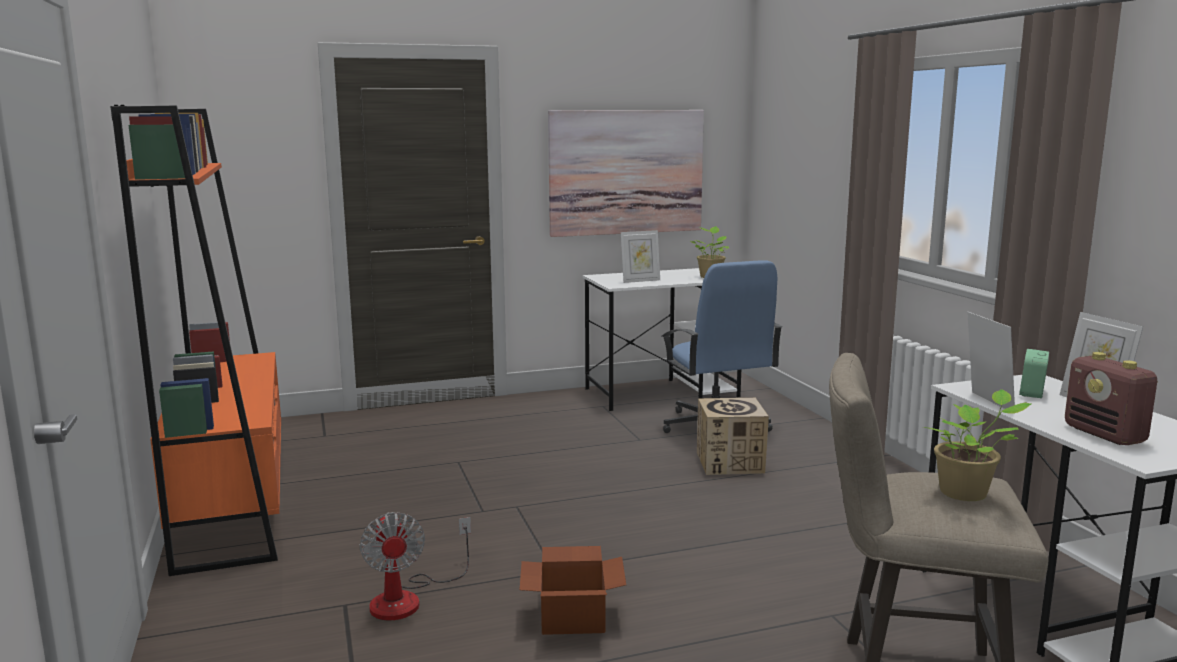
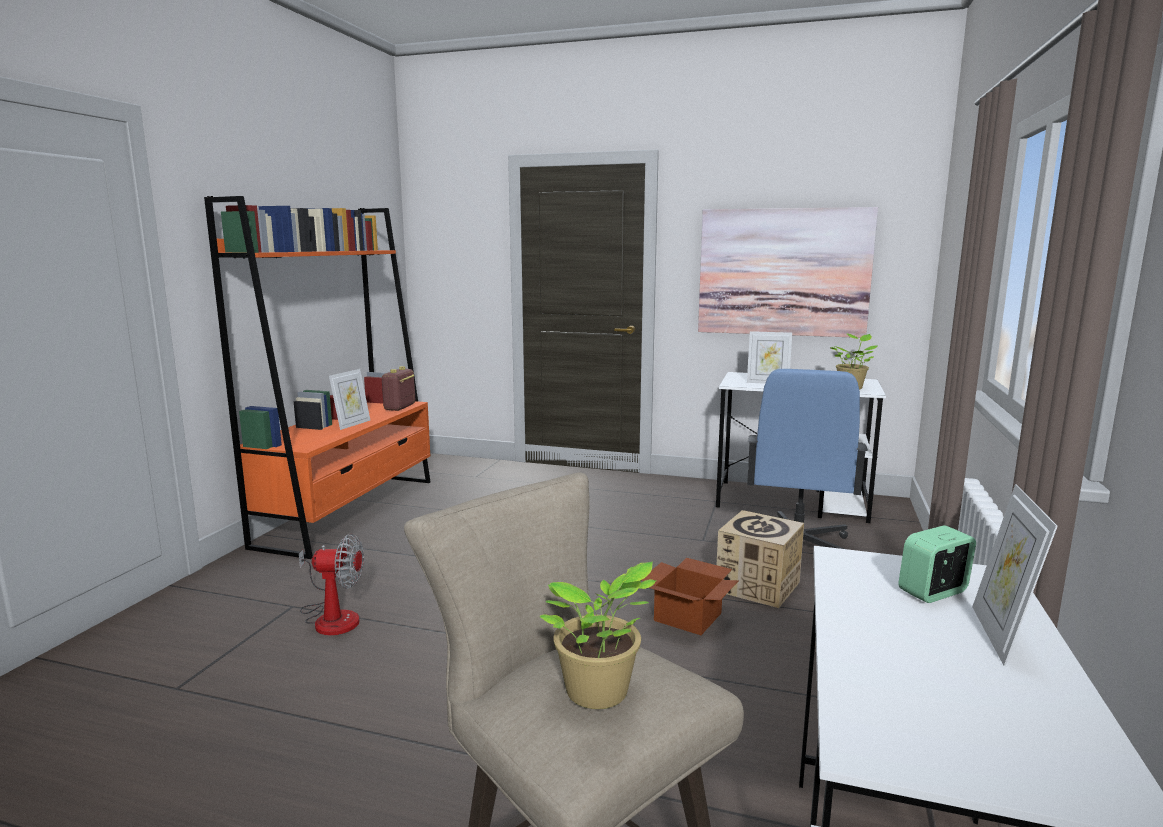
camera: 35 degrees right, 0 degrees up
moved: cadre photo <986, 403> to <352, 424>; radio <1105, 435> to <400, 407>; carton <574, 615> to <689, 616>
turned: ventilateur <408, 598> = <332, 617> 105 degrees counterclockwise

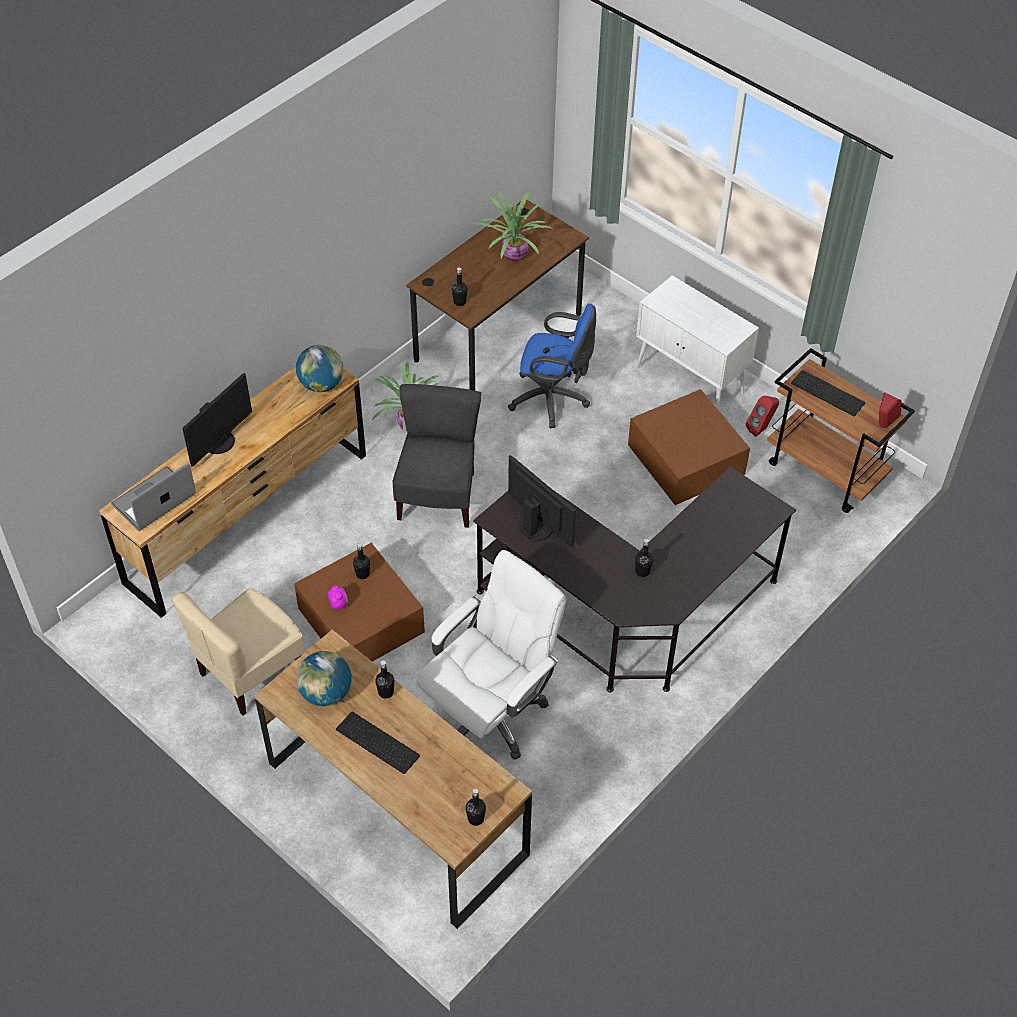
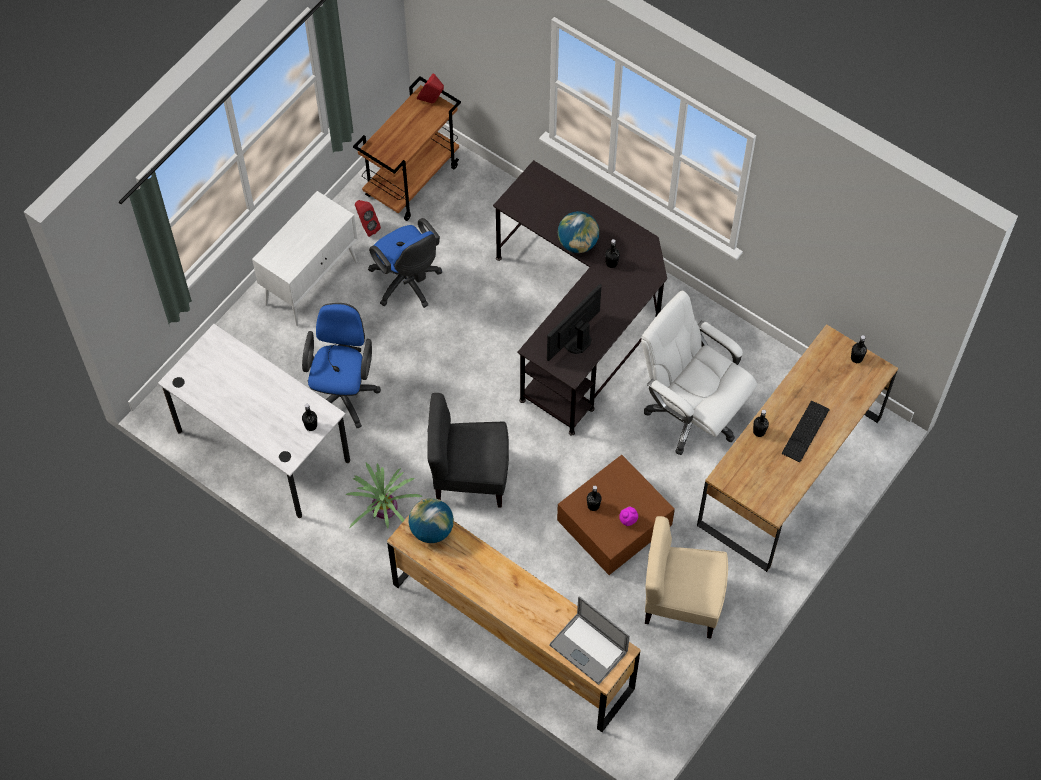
camera: 95 degrees left, 10 degrees up
removed: plante en pot <513, 255>; clavier <829, 392>; écran d'ordinateur <220, 442>
moved: globe <326, 693> to <578, 243>
replaced: boîte de rangement [marron] <686, 459> to chaise de bureau [bleu] <407, 283>
recoloured: bureau [marron] <498, 337> to bureau [blanc] <263, 446>
turned: chaise [beige] <251, 673> = <681, 602> 150 degrees clockwise

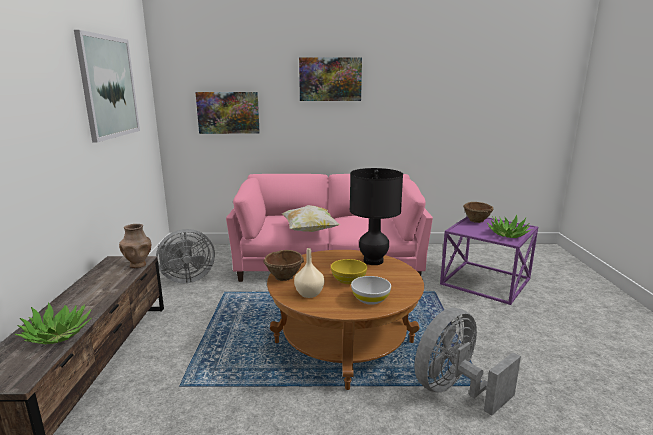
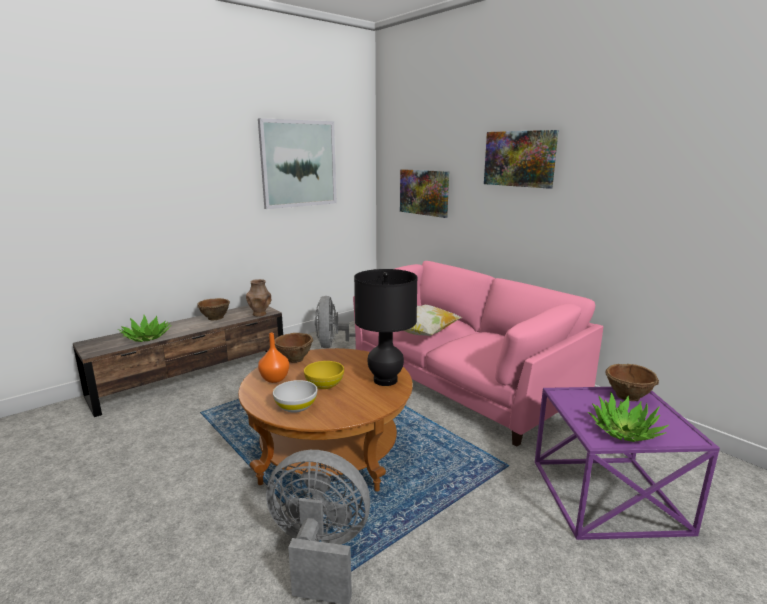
camera: 50 degrees right, 0 degrees up
added: bol [marron] <215, 318>
recoloured: vase [beige] <309, 294> to vase [orange] <274, 379>
turned: ventilateur [gris] <186, 279> = <334, 345> 60 degrees clockwise

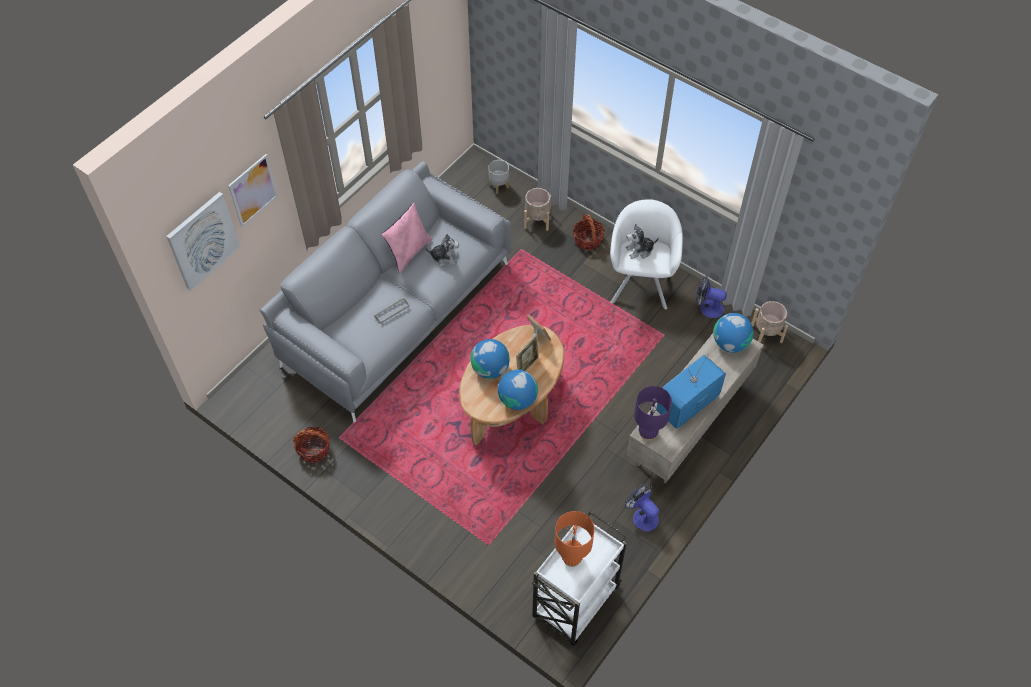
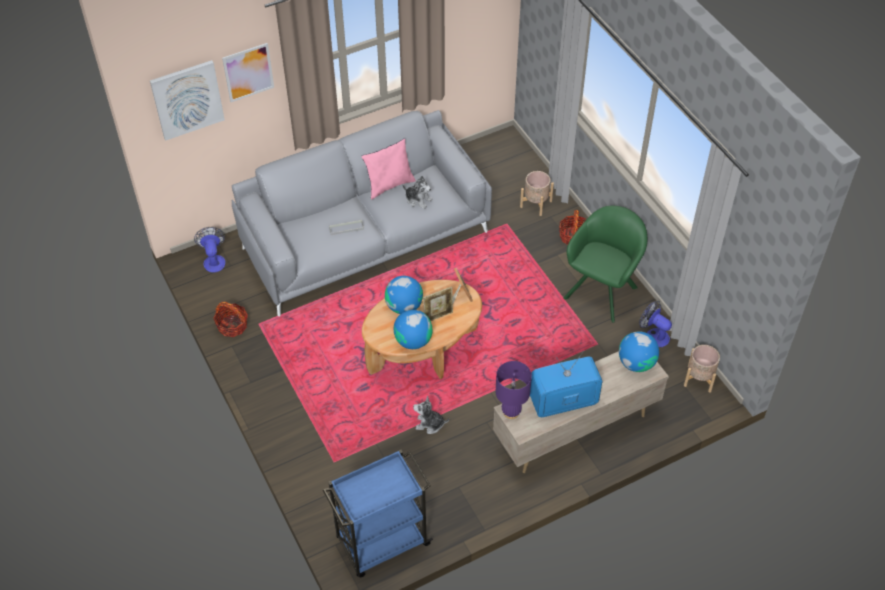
camera: 25 degrees right, 5 degrees down
removed: cache-pot [gris] <499, 186>; lampe de table [orange] <571, 558>
moved: peluche <640, 250> to <429, 424>; ventilateur <642, 515> to <214, 260>
recoloured: fauteuil [blanc] <641, 281> to fauteuil [vert] <602, 290>; chariot [blanc] <575, 603> to chariot [bleu] <381, 542>

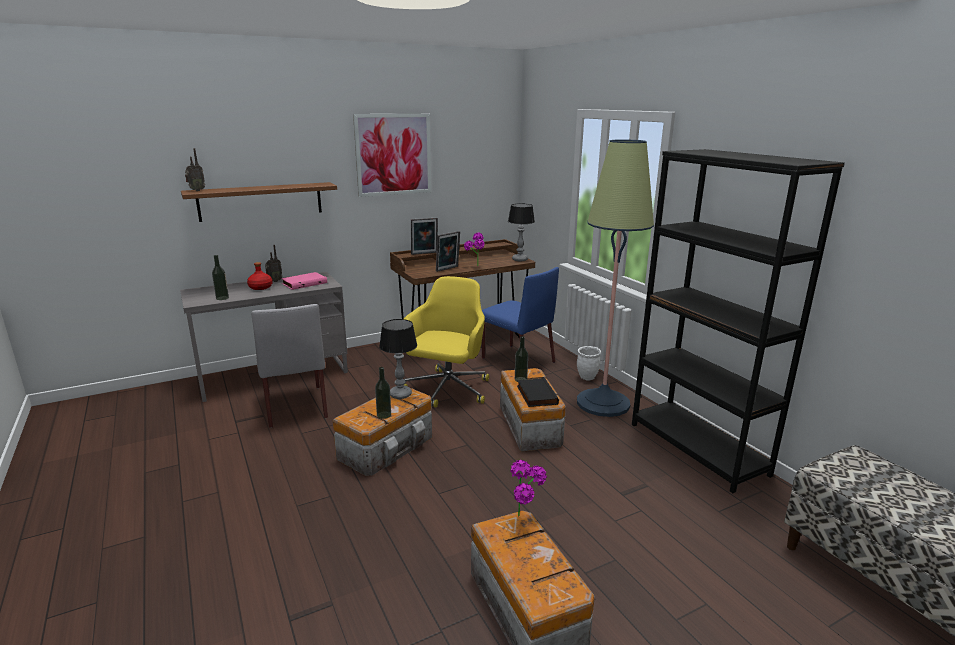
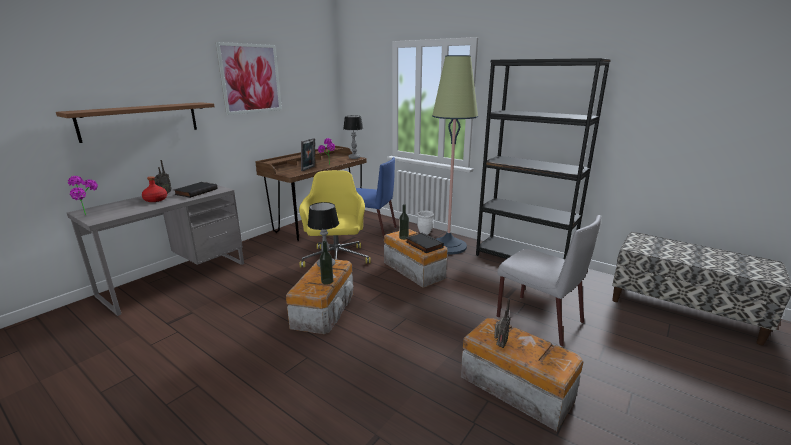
camera: 25 degrees left, 0 degrees up
removed: cadre photo <424, 253>; bouteille <222, 298>
moved: radio <196, 190> to <499, 345>; chaise [gris] <295, 405> to <537, 319>; plante en pot <526, 518> to <90, 214>
recoloured: livre [rose] <304, 283> to livre [noir] <196, 191>

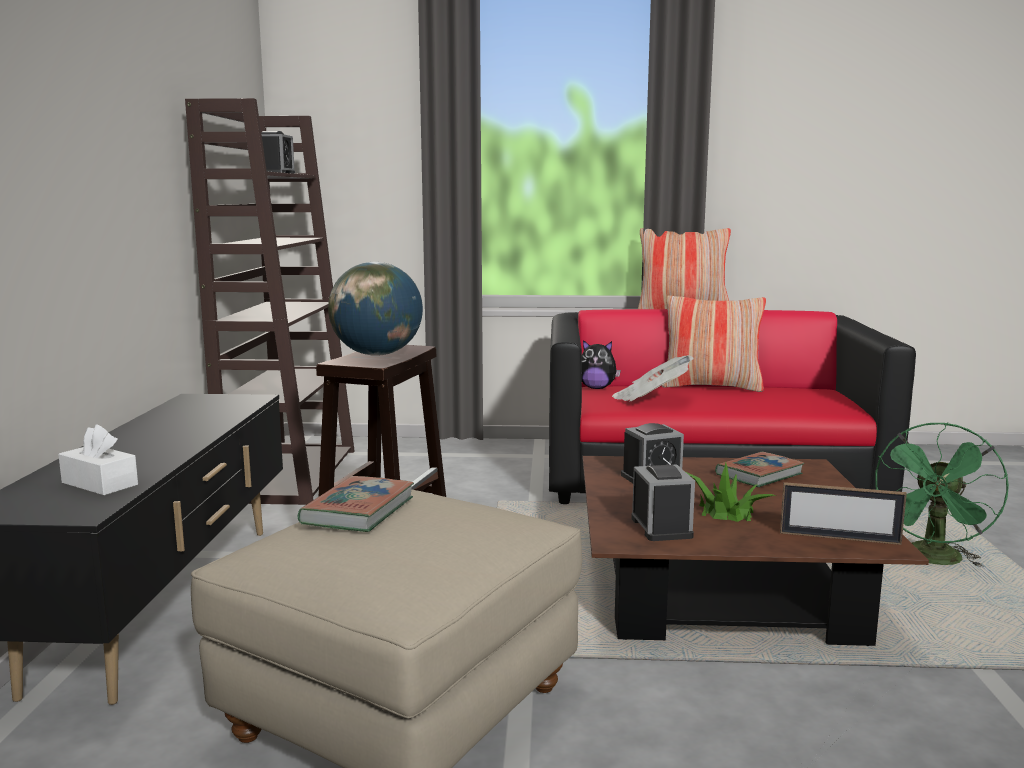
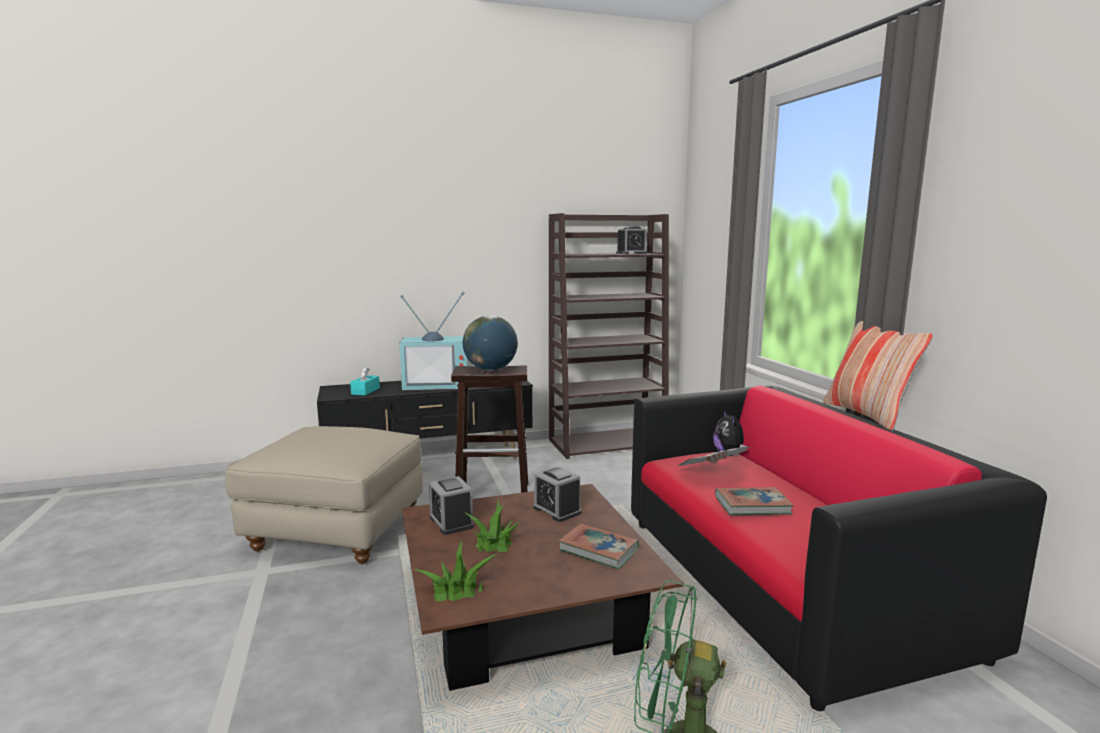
camera: 70 degrees right, 0 degrees up
removed: coussin <711, 386>
added: téléviseur <437, 384>
moved: livre <358, 511> to <752, 505>
replaced: cadre photo <839, 538> to plante en pot <456, 588>
recoloured: boîte à mouchoirs [blanc] <100, 484> to boîte à mouchoirs [turquoise] <365, 391>
turned: réveil <661, 527> = <451, 522> 90 degrees clockwise

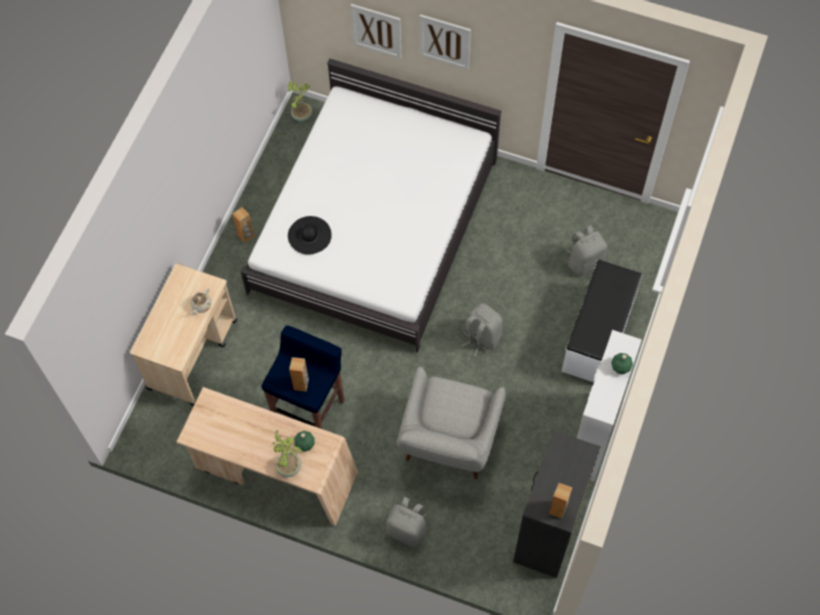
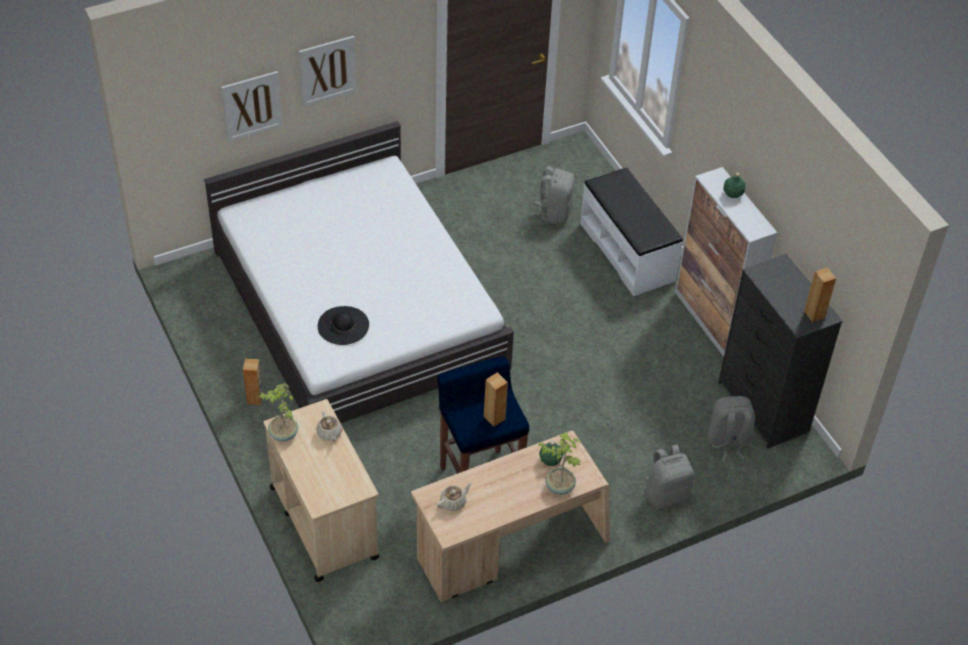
camera: 50 degrees left, 15 degrees down
removed: fauteuil [gris] <448, 443>
added: théière [beige] <453, 502>
moved: plante en pot <301, 115> to <283, 434>; sac à dos [gris] <481, 337> to <728, 441>

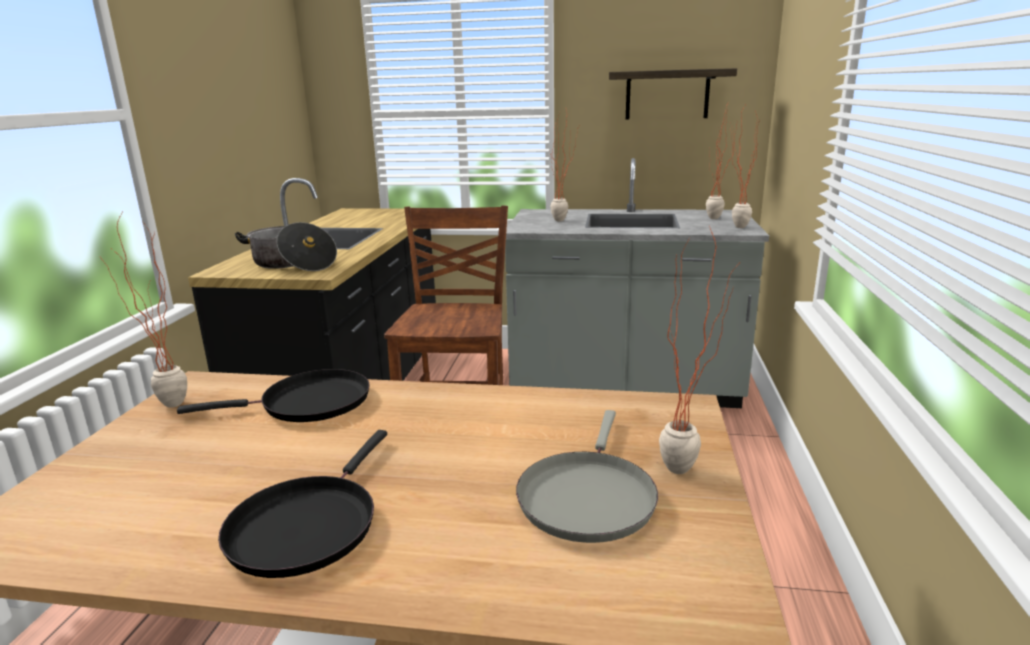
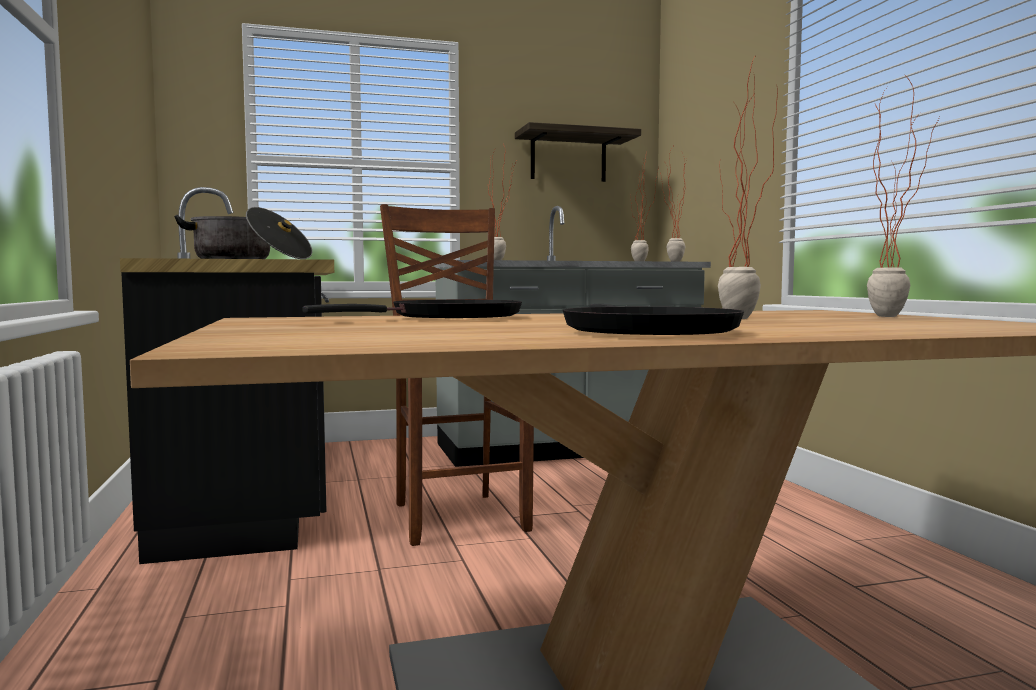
camera: 25 degrees left, 15 degrees down
removed: poêle [gris] <587, 496>
moved: plante en pot <165, 409> to <741, 319>

